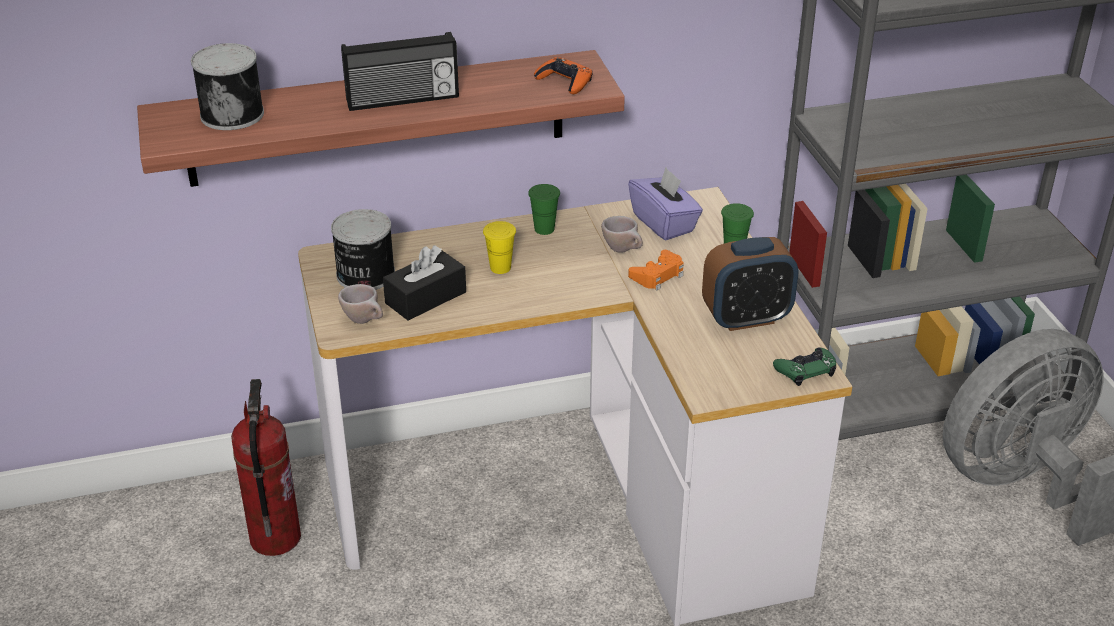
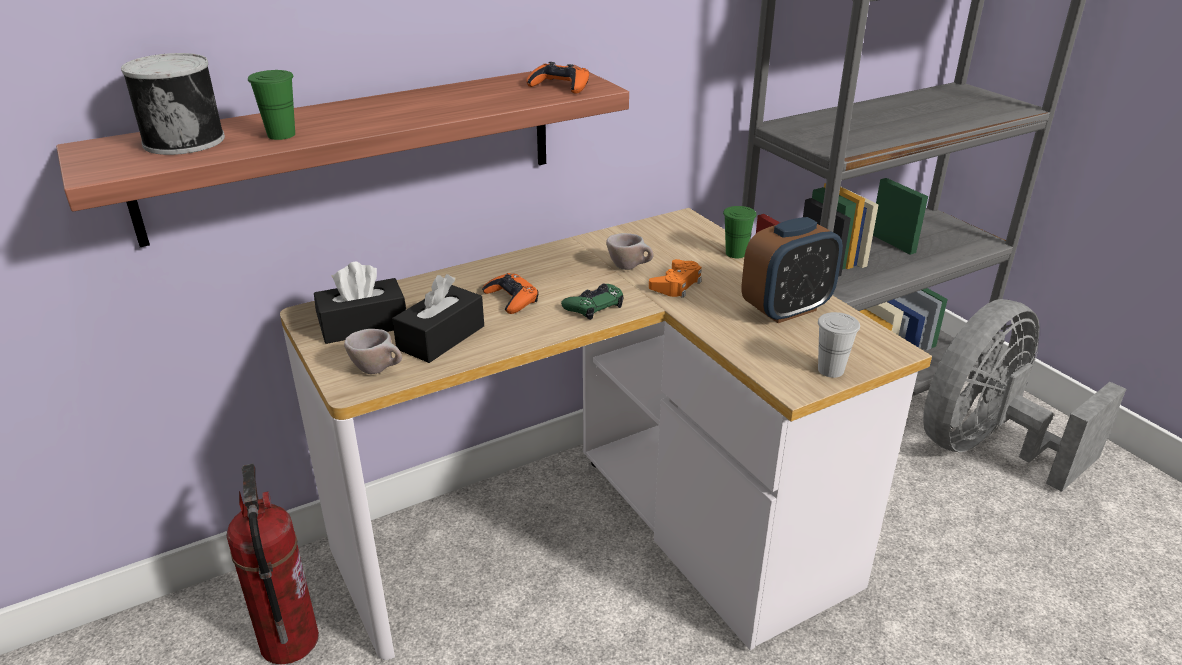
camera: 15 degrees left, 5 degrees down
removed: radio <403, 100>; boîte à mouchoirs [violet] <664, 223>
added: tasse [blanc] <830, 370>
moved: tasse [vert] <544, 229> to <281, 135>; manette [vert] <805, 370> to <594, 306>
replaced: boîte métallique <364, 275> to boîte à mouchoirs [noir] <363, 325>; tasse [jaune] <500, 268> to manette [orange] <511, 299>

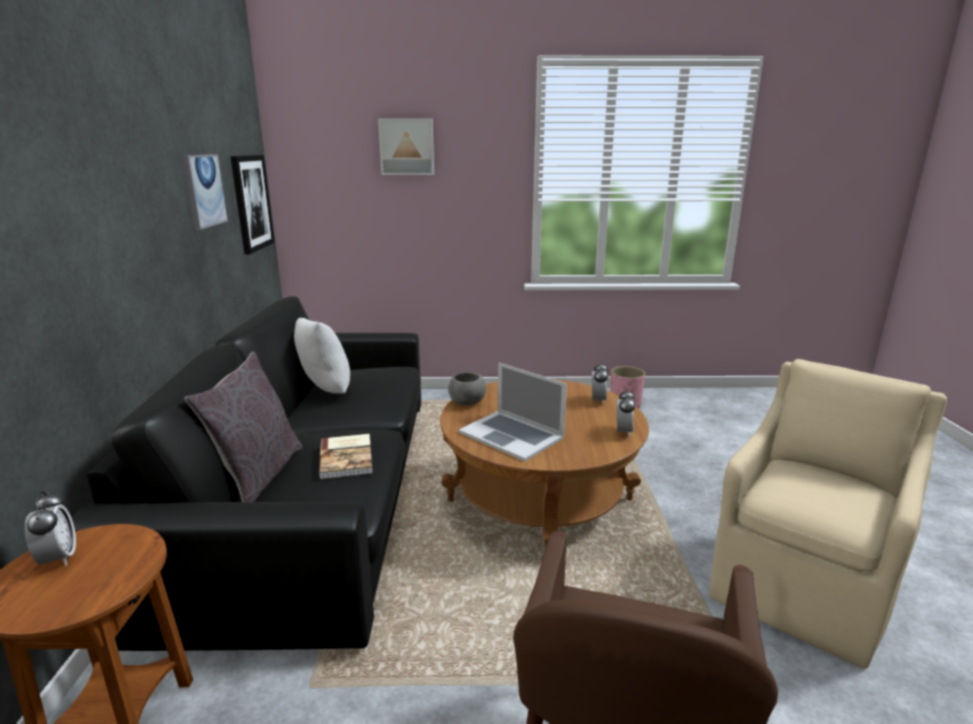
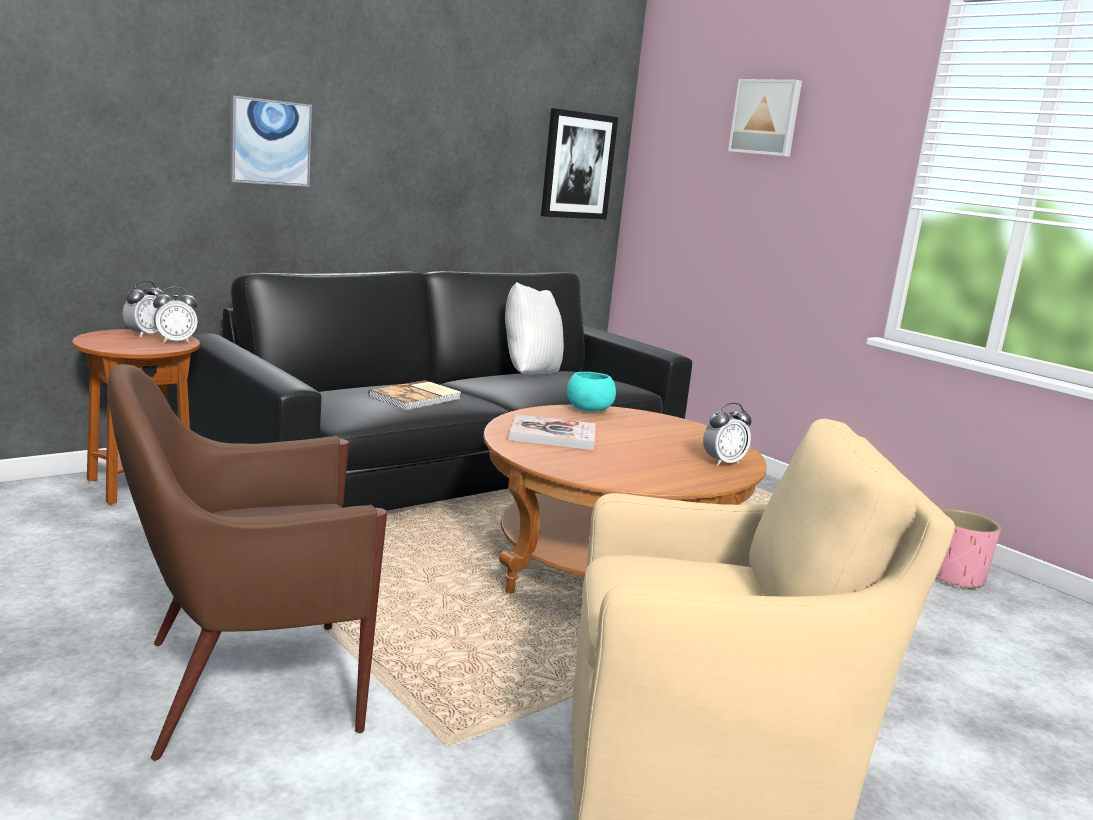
camera: 50 degrees right, 5 degrees down
removed: coussin [gris] <258, 475>
moved: tableau <204, 190> to <270, 142>; réveil <623, 432> to <175, 341>
replaced: ordinateur portable <511, 435> to livre <553, 435>
recoloured: bol [gris] <467, 403> to bol [turquoise] <589, 410>

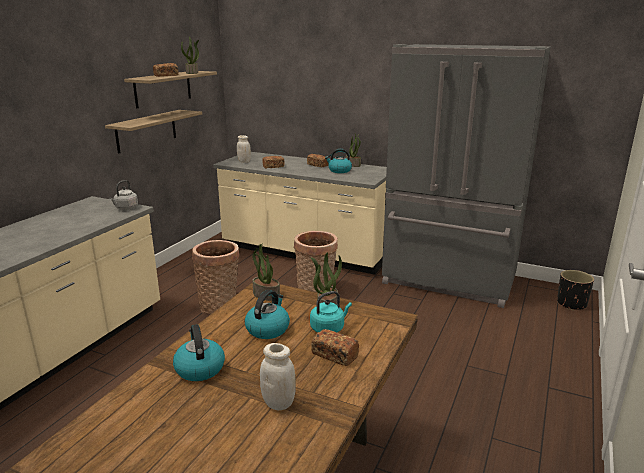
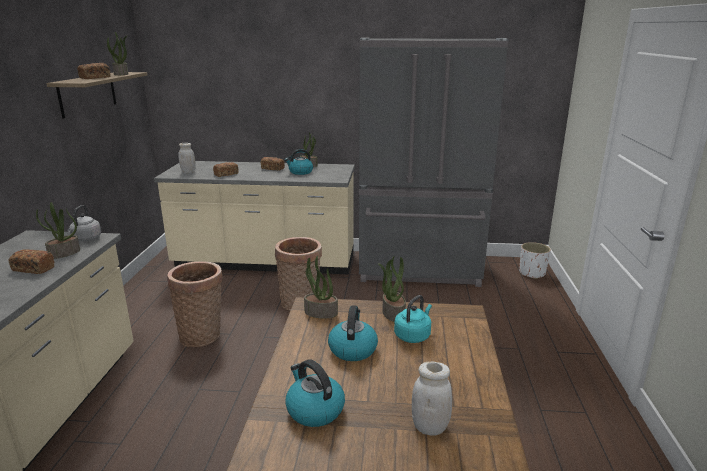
camera: 20 degrees left, 0 degrees up
removed: étagère <146, 131>
added: plante en pot <64, 253>
moved: pain <334, 355> to <33, 269>
recoloured: cache-pot [noir] <571, 304> to cache-pot [blanc] <532, 273>

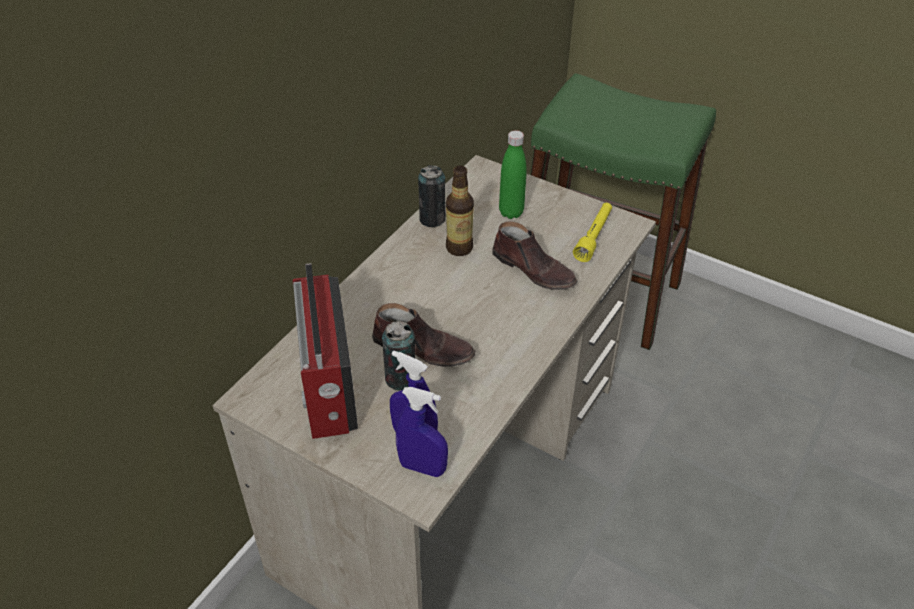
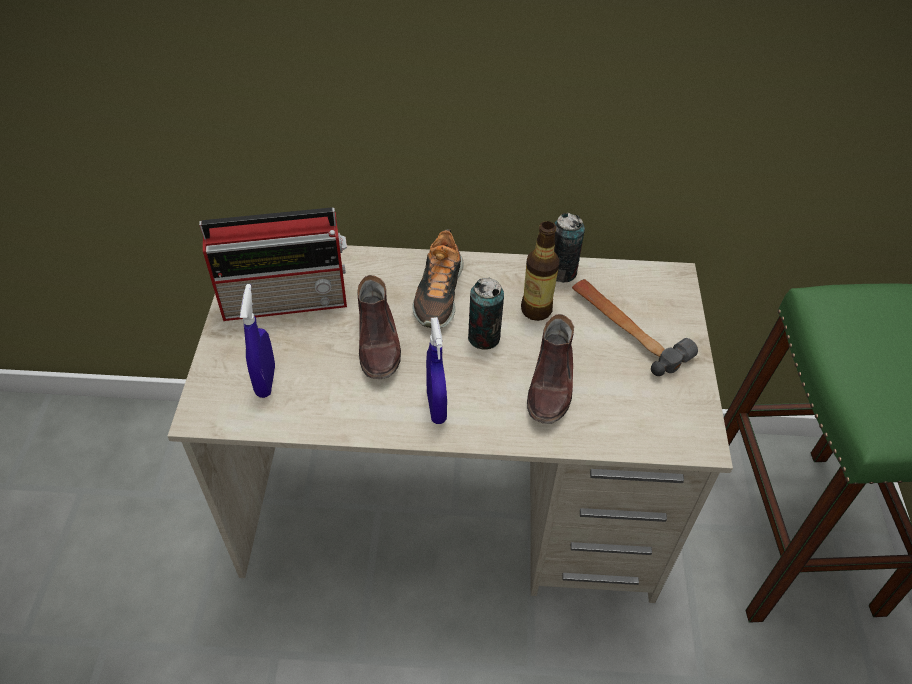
camera: 60 degrees right, 5 degrees up
removed: lampe de poche [jaune] <594, 237>
added: chaussure <438, 294>
moved: boîte métallique <400, 379> to <484, 338>; vaporisateur [bleu] <422, 468> to <436, 407>
replaced: bouteille [vert] <511, 212> to marteau <626, 328>
turned: radio <328, 389> = <288, 299> 150 degrees counterclockwise

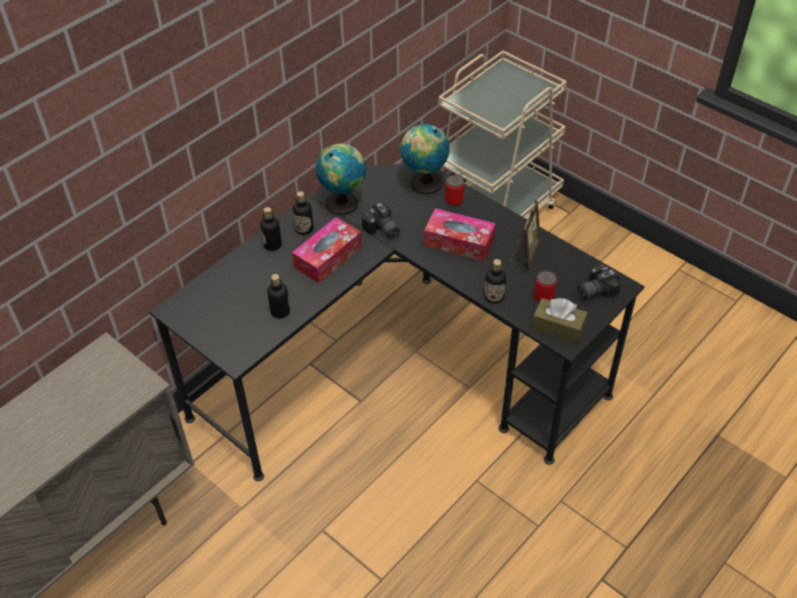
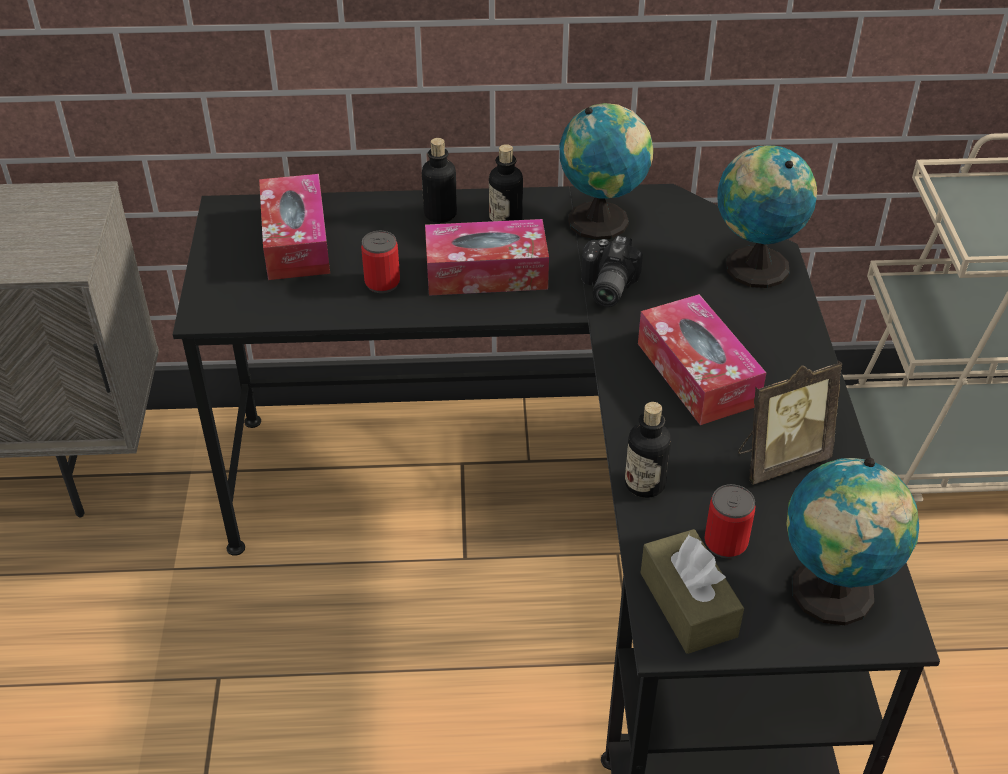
camera: 45 degrees right, 5 degrees down
removed: bouteille <280, 311>
added: boîte à mouchoirs <296, 241>
moved: boîte métallique <454, 200> to <382, 283>
replaced: appareil photo <594, 290> to globe <831, 597>

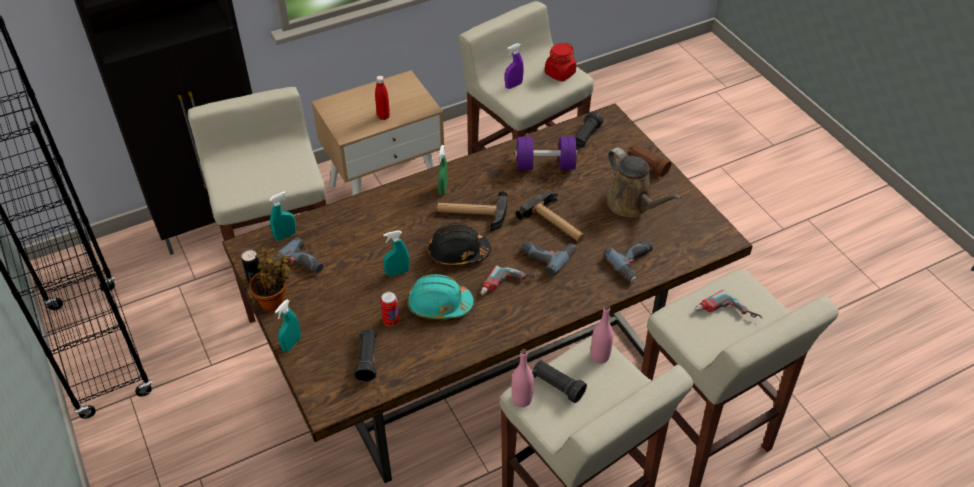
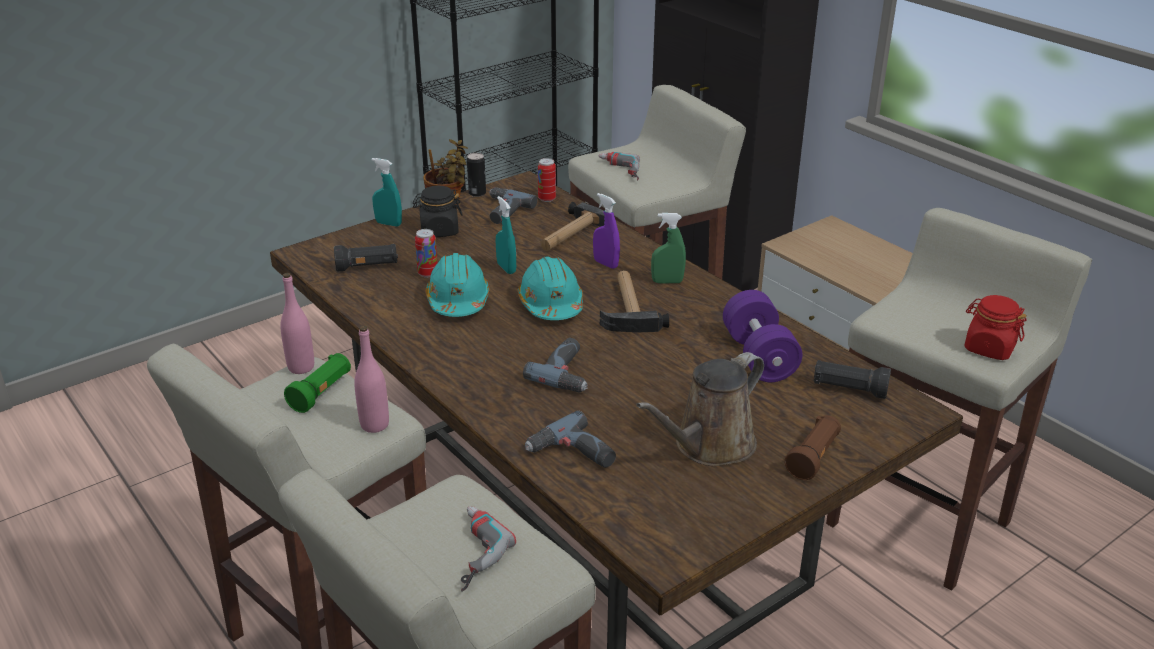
camera: 80 degrees right, 15 degrees down
removed: bouteille [rouge] <383, 116>
added: bocal [noir] <439, 231>
moved: vaporisateur [violet] <513, 85> to <605, 264>; marteau <556, 223> to <572, 235>; perceuse <509, 287> to <618, 171>
replaced: vaporisateur [turquoise] <285, 235> to boîte métallique <547, 199>
recoloured: casque de chantier [noir] <458, 253> to casque de chantier [turquoise] <551, 304>; lampe de poche [noir] <557, 386> to lampe de poche [vert] <321, 393>

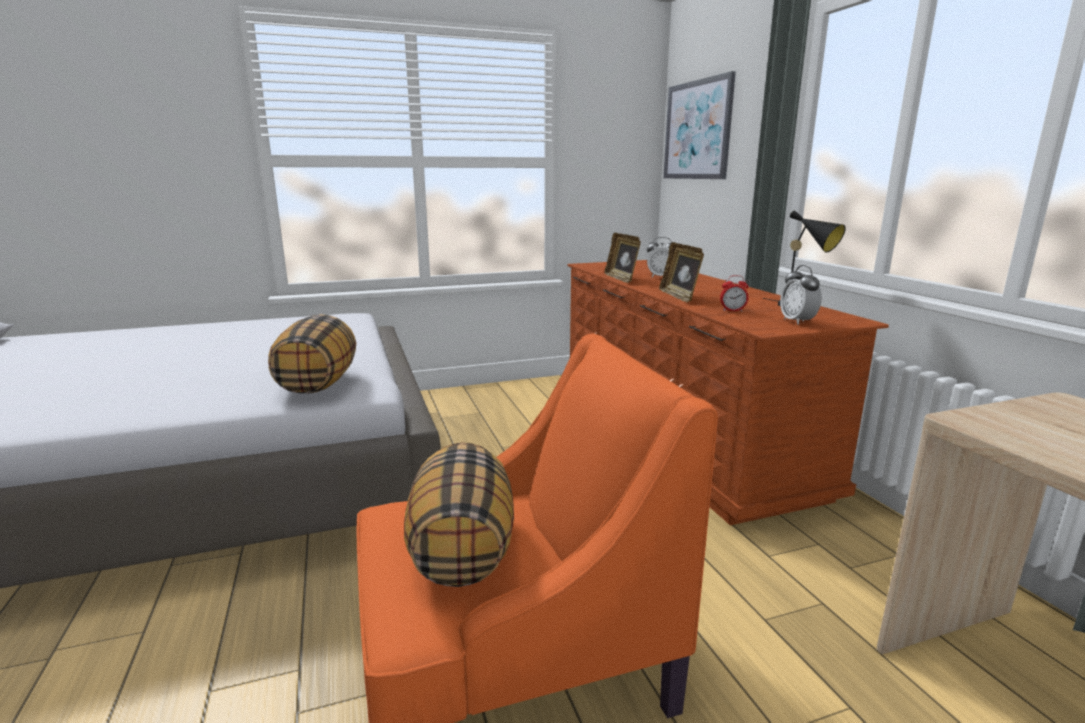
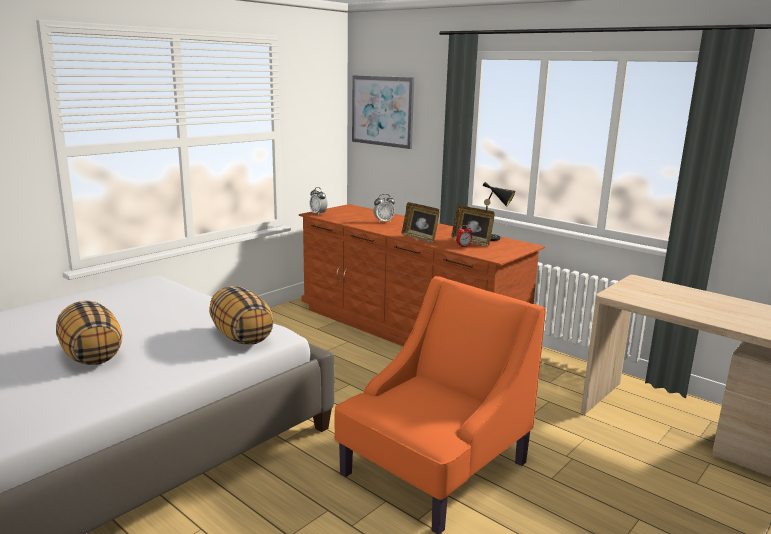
camera: 30 degrees left, 0 degrees up
moved: cadre photo <621, 279> to <472, 241>; réveil <797, 321> to <318, 214>; coussin <461, 550> to <91, 355>

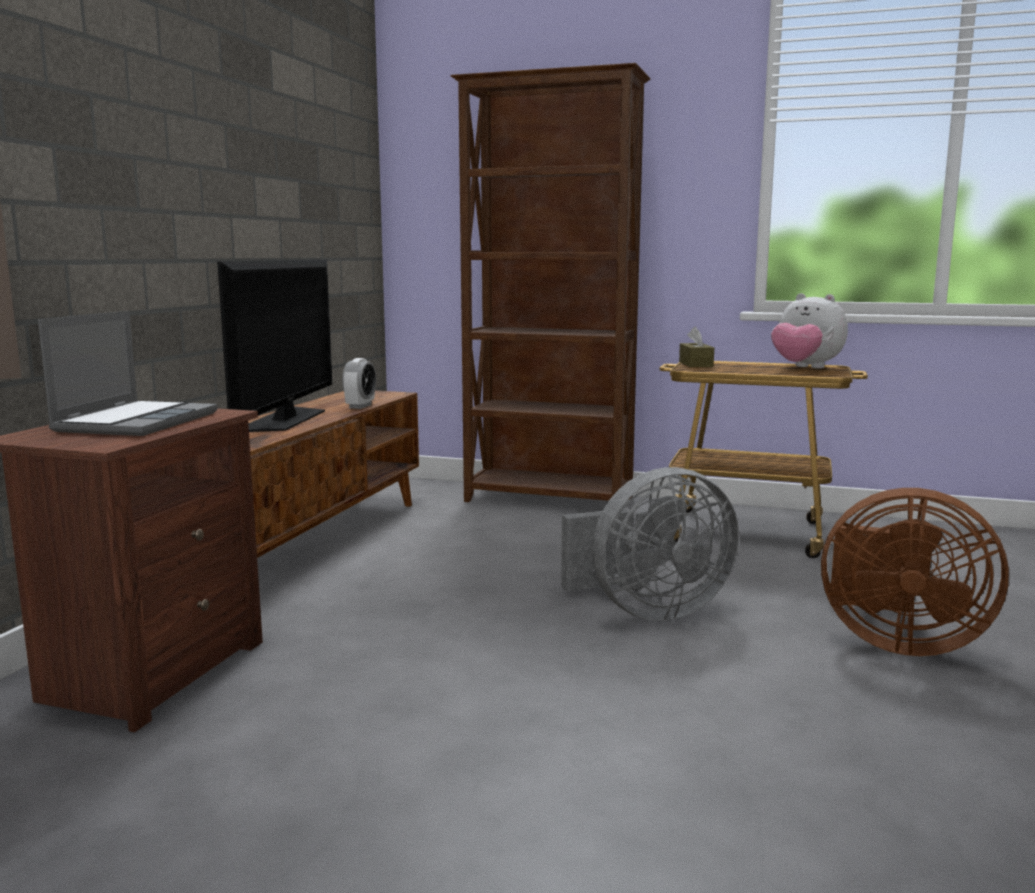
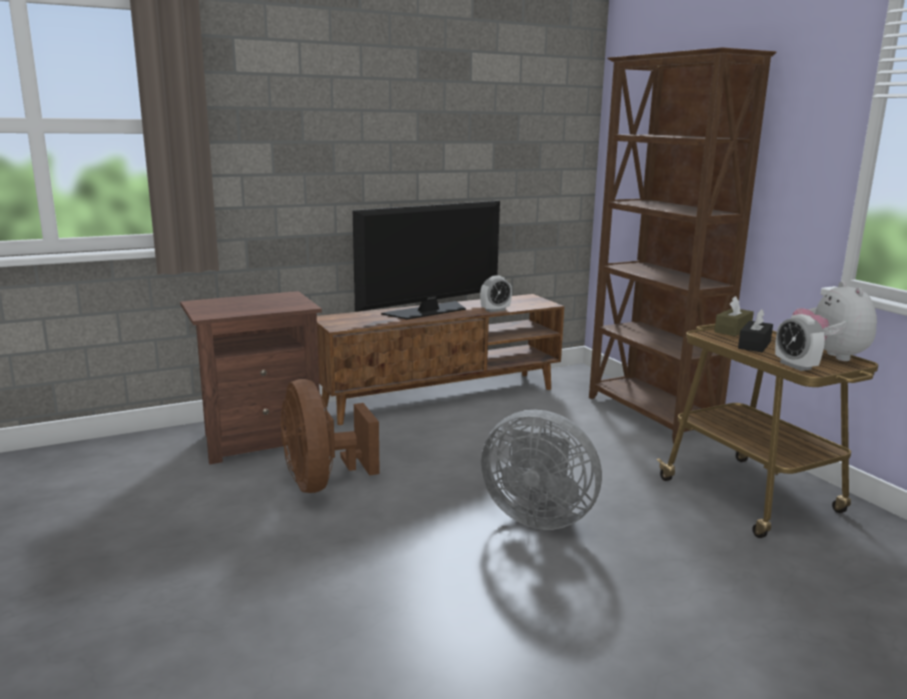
camera: 45 degrees right, 5 degrees up
removed: ordinateur portable <137, 421>
added: boîte à mouchoirs [noir] <754, 345>; réveil <795, 366>
moved: ventilateur [marron] <896, 642> to <322, 482>

